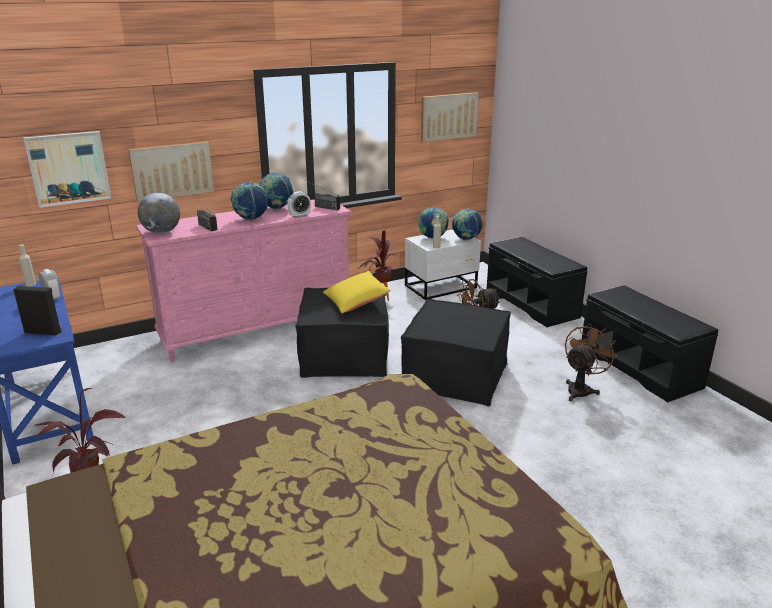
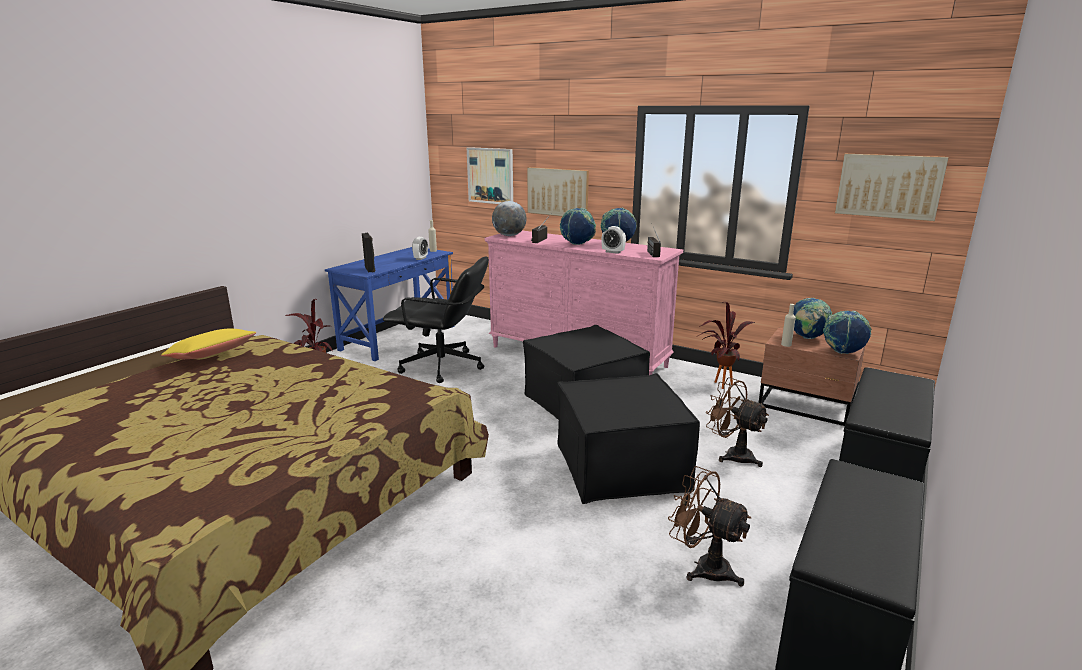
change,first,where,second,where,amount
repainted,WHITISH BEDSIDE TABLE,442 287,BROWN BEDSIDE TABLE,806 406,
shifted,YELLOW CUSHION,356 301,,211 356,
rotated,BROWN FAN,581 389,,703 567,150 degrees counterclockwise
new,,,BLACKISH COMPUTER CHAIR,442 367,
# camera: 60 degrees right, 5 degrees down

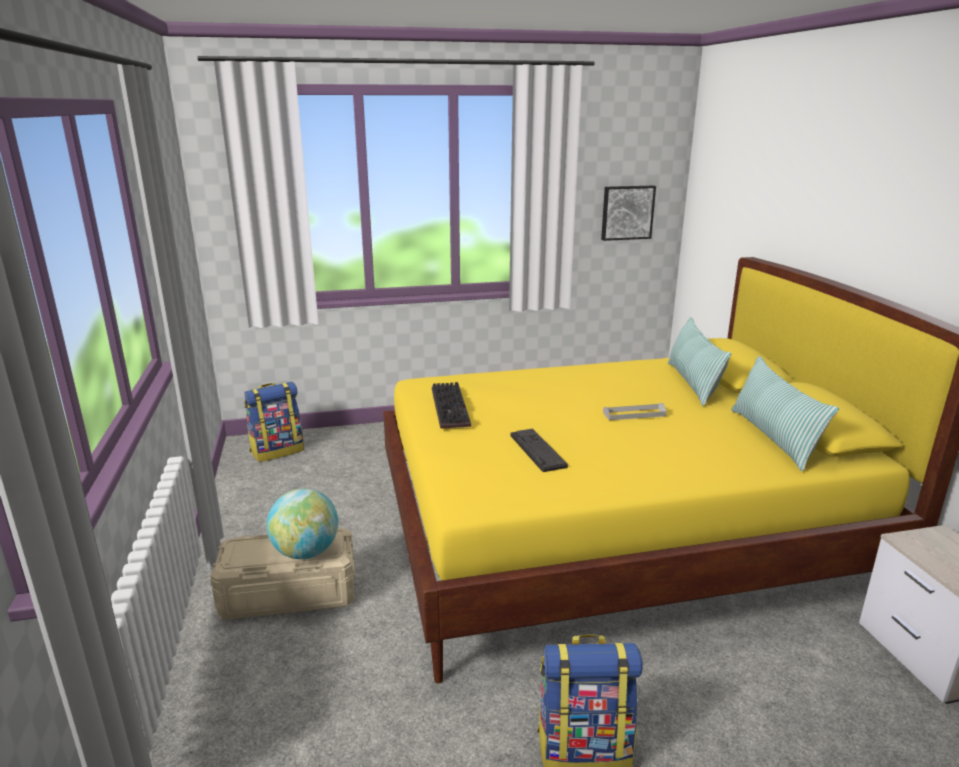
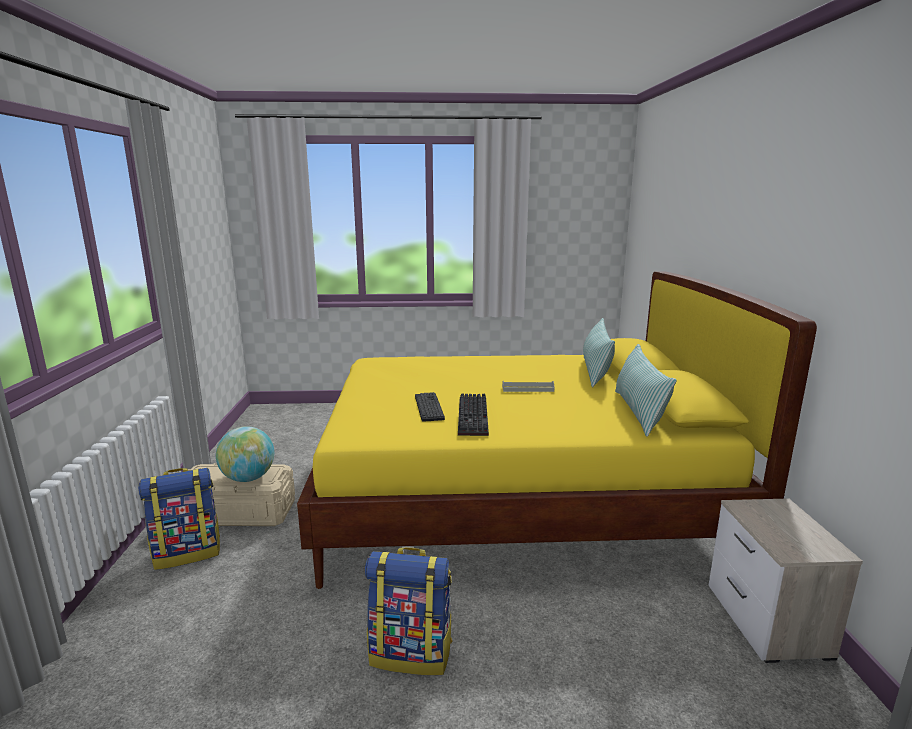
change,first,where,second,where,amount
gone,PICTURE,627 212,,,
shifted,RUCKSACK,277 451,,188 552,
shifted,COMPUTER KEYBOARD,452 407,,474 417,
# camera: 10 degrees right, 5 degrees down

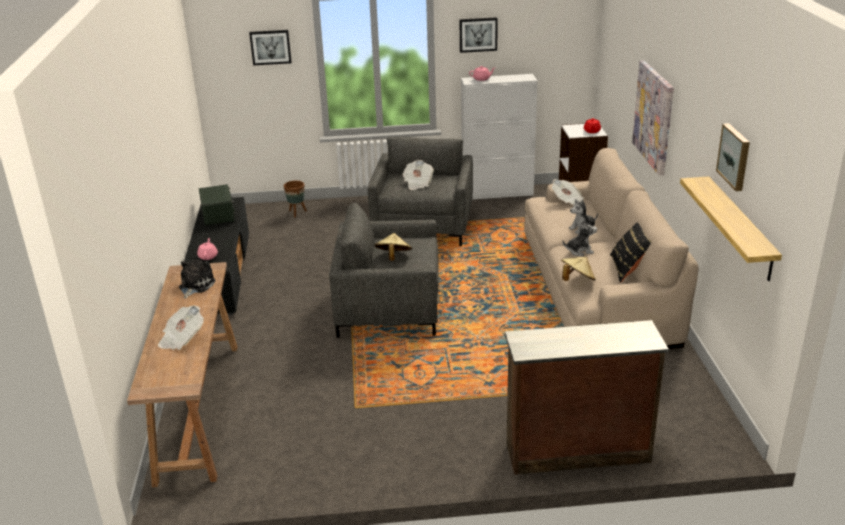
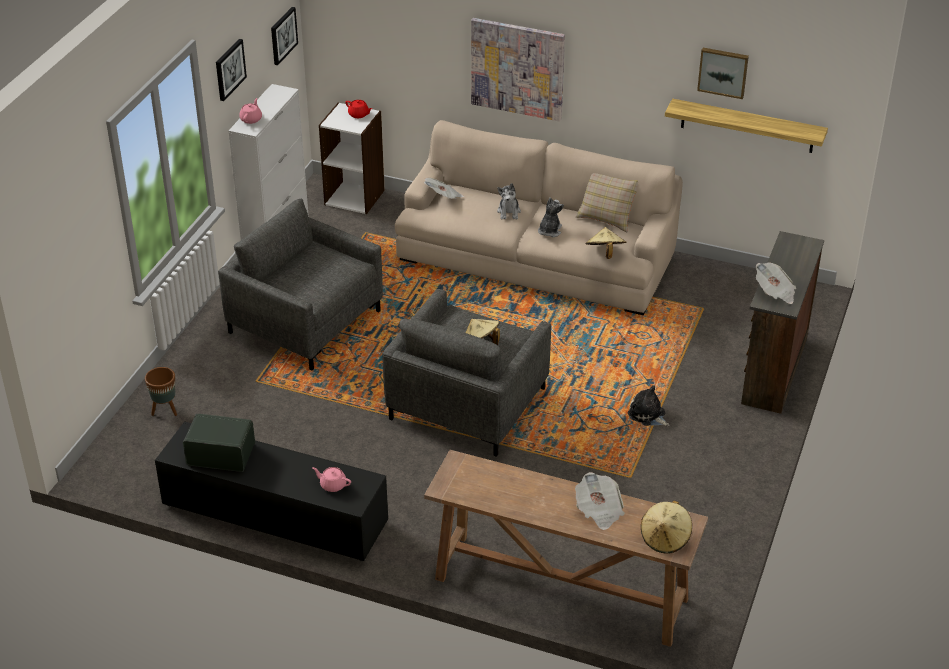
change,first,where,second,where,amount
shifted,PICTURE,270 47,,283 35,
shifted,DAILY PAPER,417 183,,775 292,
repainted,BLACKISH CUSHION,629 268,BEIGE CUSHION,607 217,
shifted,PLUSH TOY,195 286,,648 415,
new,,,BEIGE WEARABLE HAT,665 538,
# camera: 65 degrees left, 10 degrees up

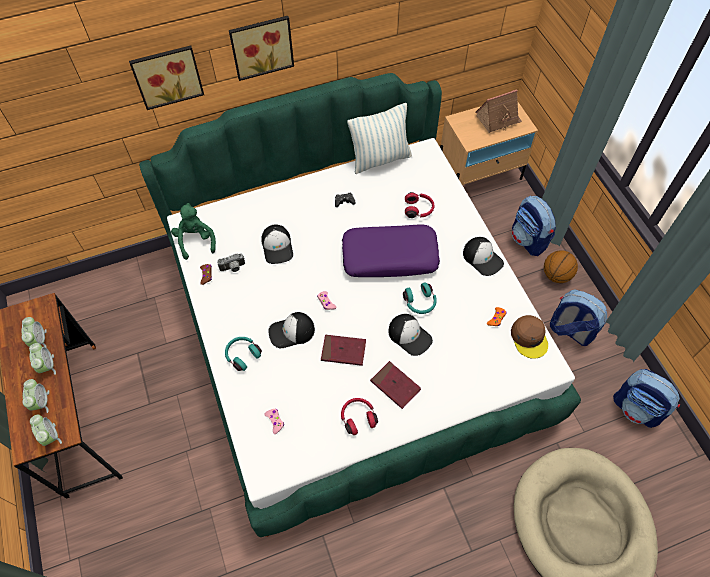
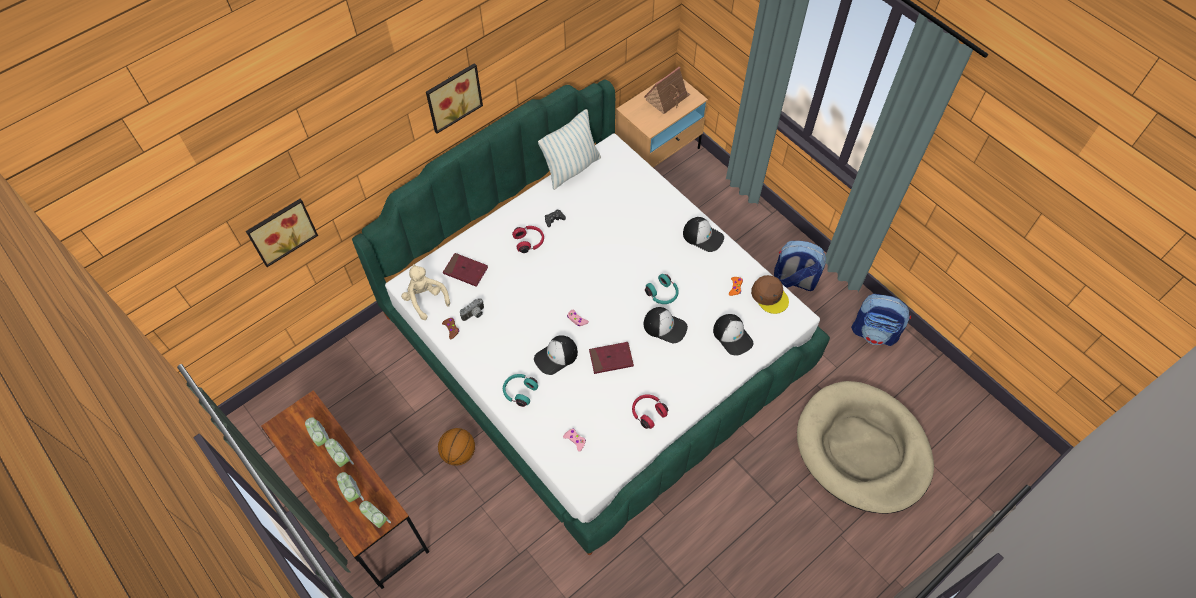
change,first,where,second,where,amount
shifted,PICTURE,167 75,,280 230,
shifted,REDDISH HEADPHONES,419 209,,529 242,
gone,RUCKSACK,528 240,,,
repainted,GREEN PLUSH TOY,196 240,BEIGE PLUSH TOY,425 299,
shifted,CAP,277 247,,733 336,
gone,PURPLE CUSHION,390 256,,,
shifted,BALL FOR BASKETBALL,556 275,,459 453,
shifted,REDDISH BOOK,395 385,,465 271,
# camera: 20 degrees left, 0 degrees up

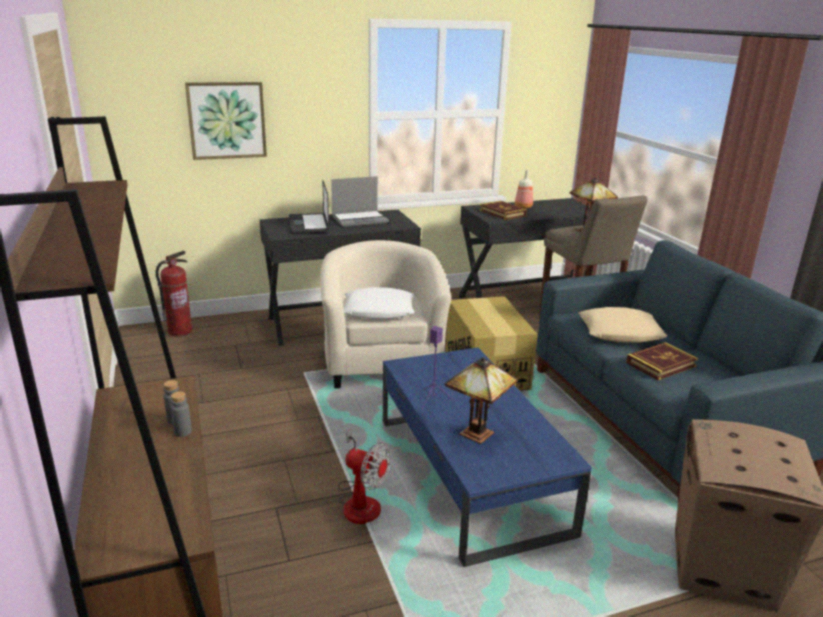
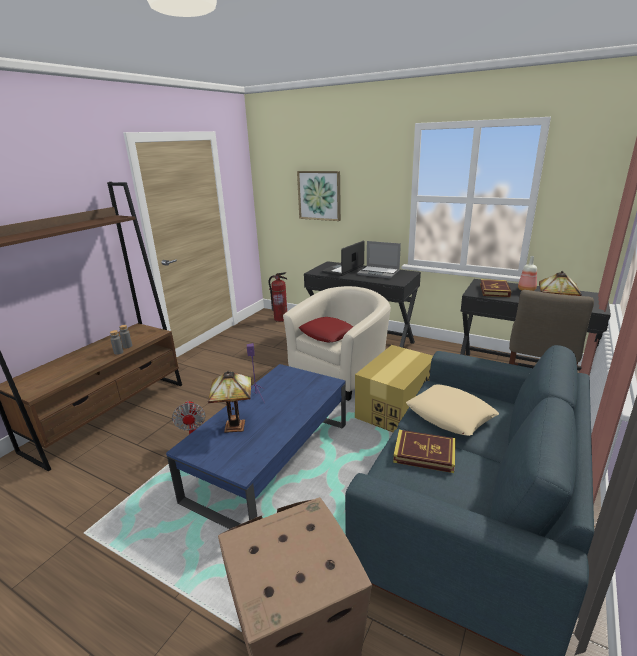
change,first,where,second,where,amount
repainted,WHITISH CUSHION,379 310,REDDISH CUSHION,328 334,
# camera: 50 degrees right, 0 degrees up

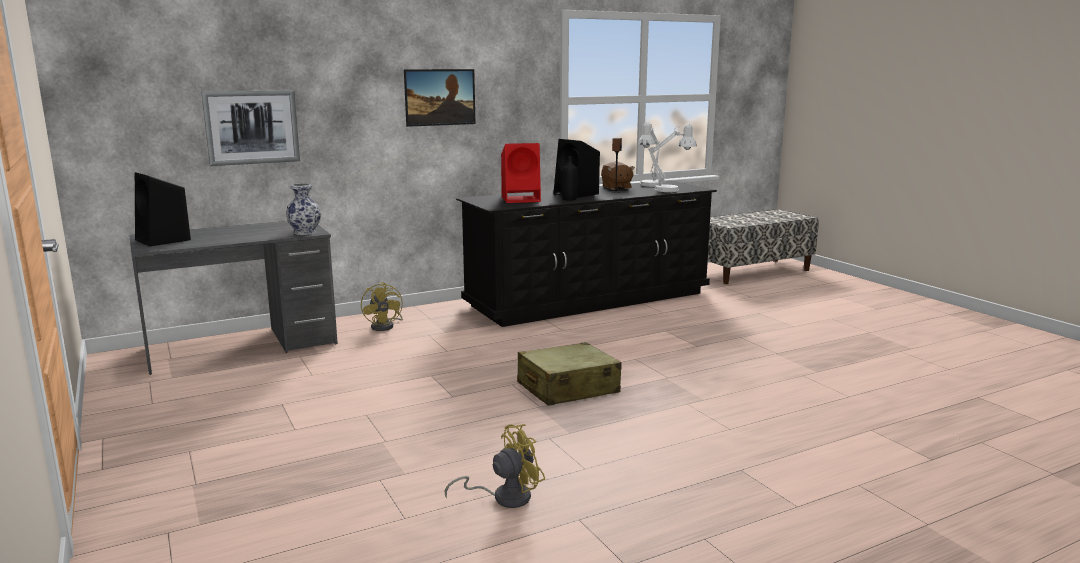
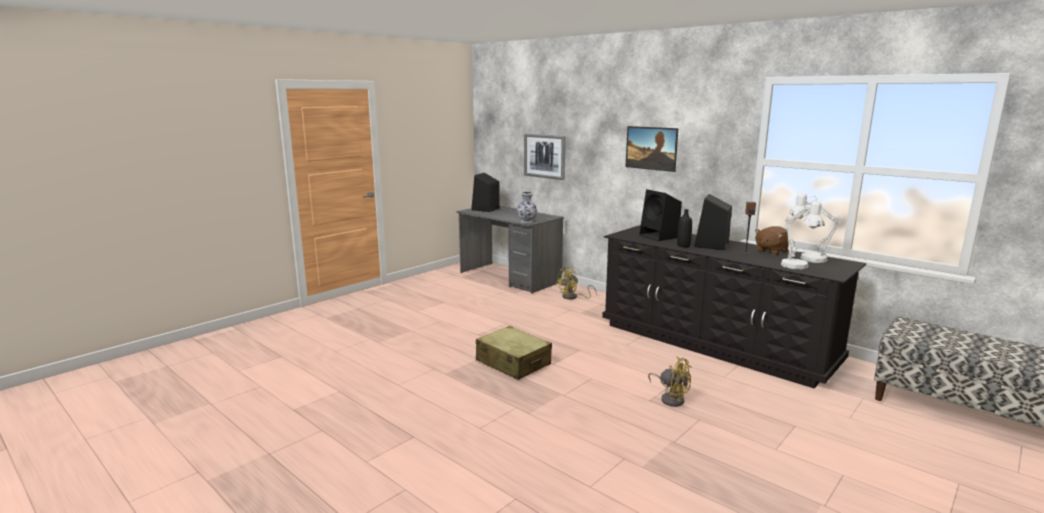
change,first,where,second,where,amount
repainted,REDDISH LOUDSPEAKER,522 199,BLACKISH LOUDSPEAKER,659 236,
shifted,YELLOW FAN,504 497,,671 398,
# camera: 70 degrees right, 0 degrees up

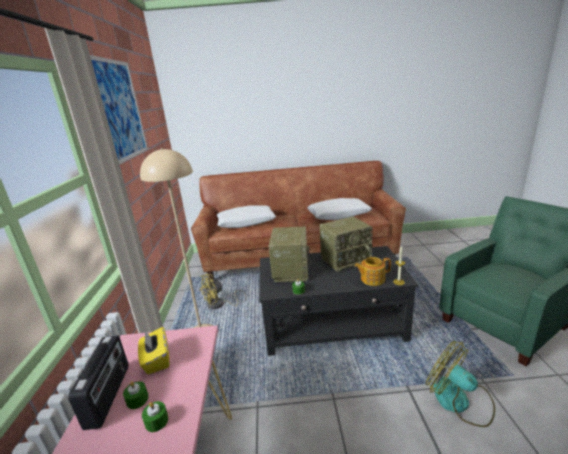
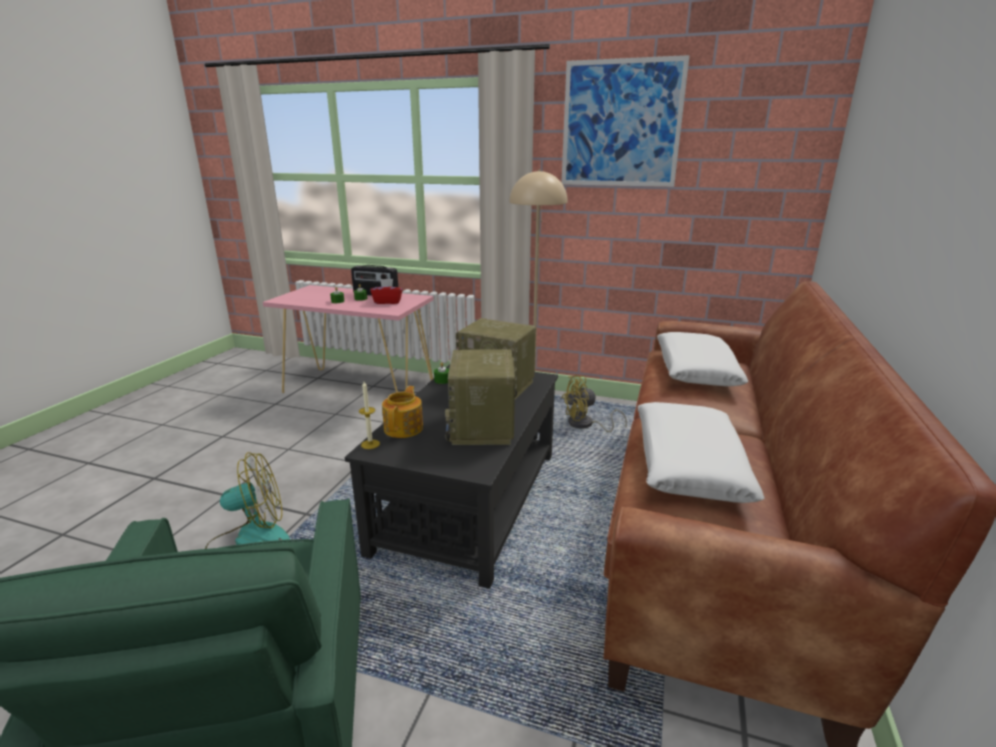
change,first,where,second,where,amount
rotated,YELLOW FAN,219 305,,585 425,90 degrees counterclockwise
repainted,YELLOW TISSUE BOX,156 360,REDDISH TISSUE BOX,387 302,
# camera: 110 degrees right, 0 degrees up

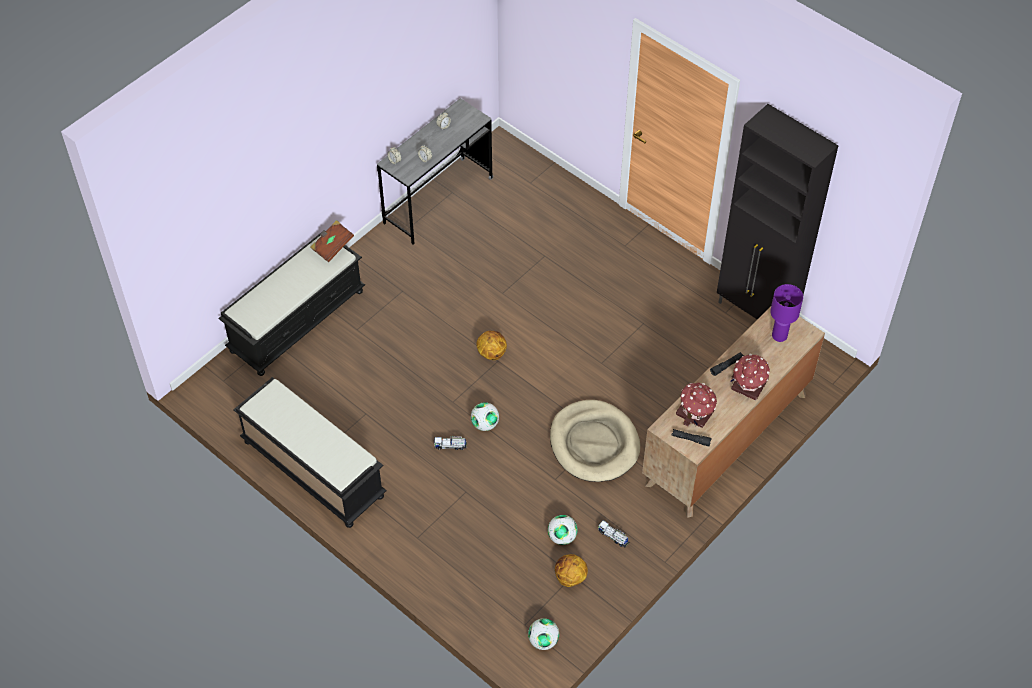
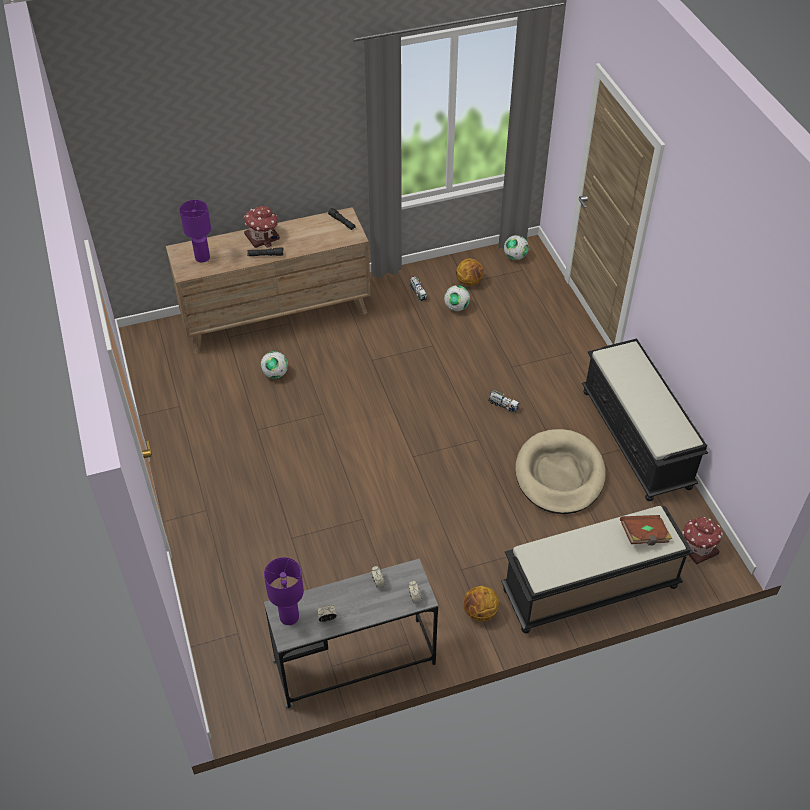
change,first,where,second,where,amount
gone,BLACKISH STORAGE CABINET,756 313,,,
shifted,BROWN BOOK,332 246,,644 535,
shifted,BALL FOR BASKETBALL,491 353,,480 612,
shifted,MODEL HOUSE,696 412,,697 547,
shifted,BEIGE PET BED,594 443,,559 475,
shifted,FOOTBALL BALL,485 424,,275 374,
new,,,PURPLE LAMP FOR A TABLE,289 616,
# camera: 150 degrees left, 5 degrees down

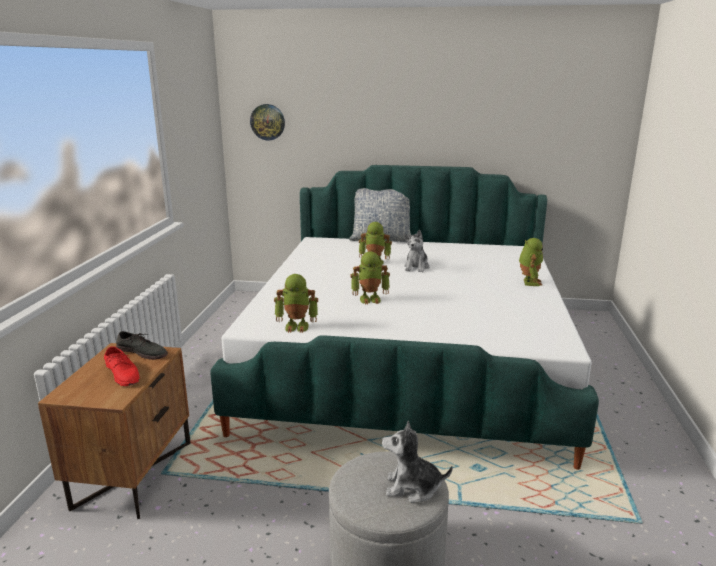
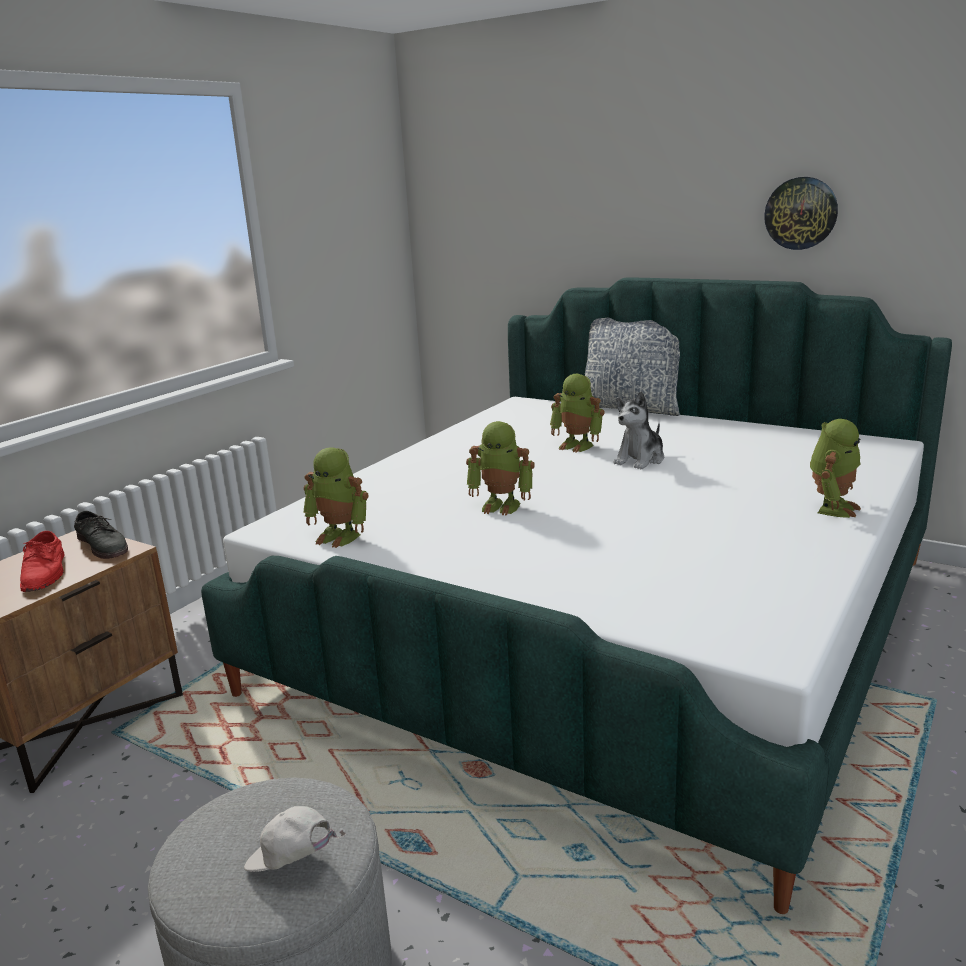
change,first,where,second,where,amount
shifted,HANGING CLOCK,267 122,,801 213,
swapped,PLUSH TOY,412 487,WHITISH CAP,293 864,
# camera: 25 degrees right, 0 degrees up

